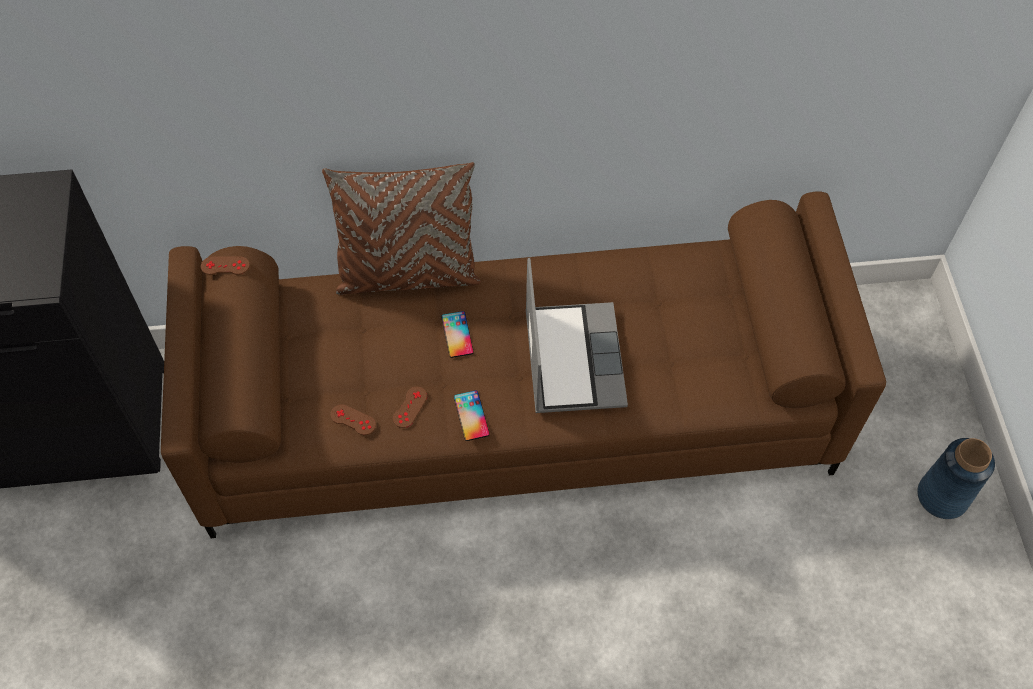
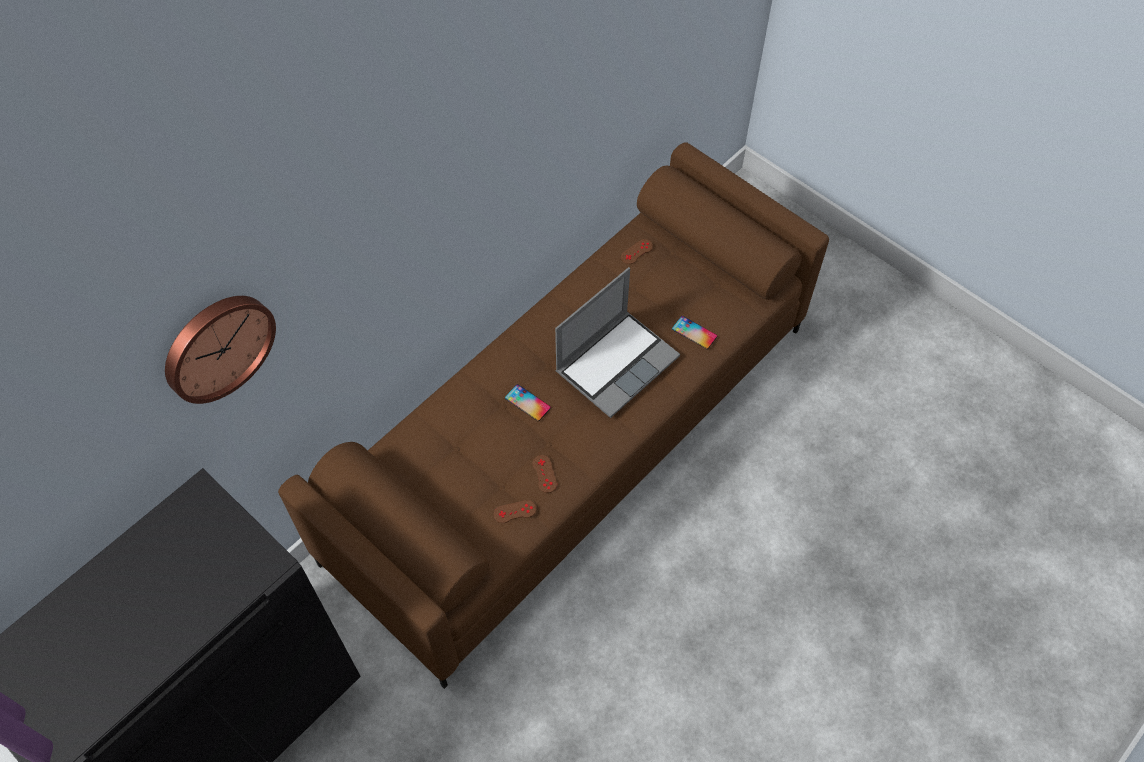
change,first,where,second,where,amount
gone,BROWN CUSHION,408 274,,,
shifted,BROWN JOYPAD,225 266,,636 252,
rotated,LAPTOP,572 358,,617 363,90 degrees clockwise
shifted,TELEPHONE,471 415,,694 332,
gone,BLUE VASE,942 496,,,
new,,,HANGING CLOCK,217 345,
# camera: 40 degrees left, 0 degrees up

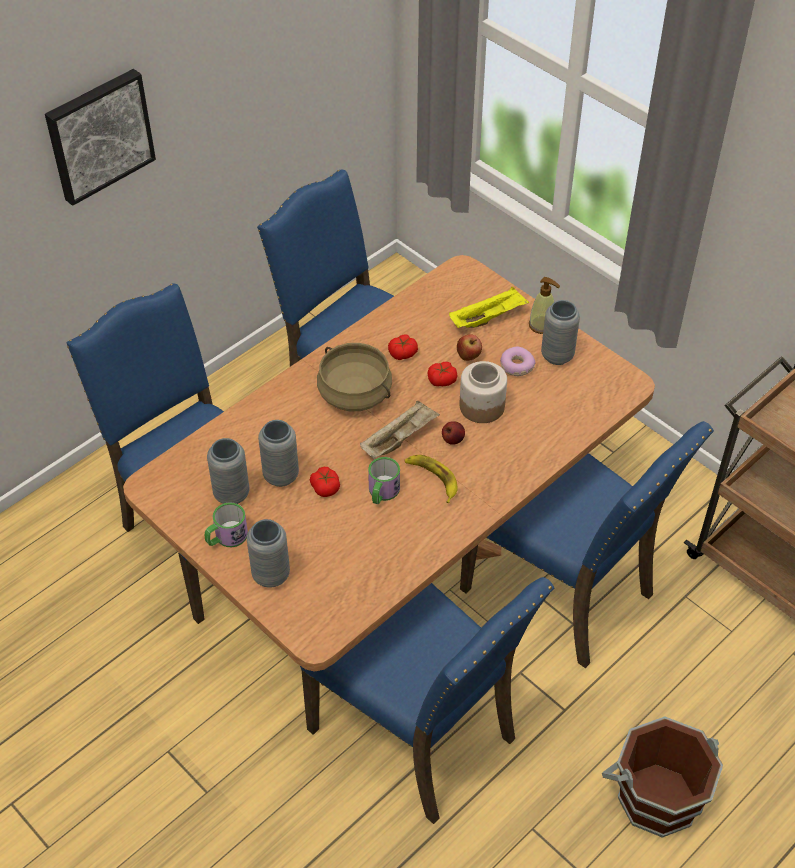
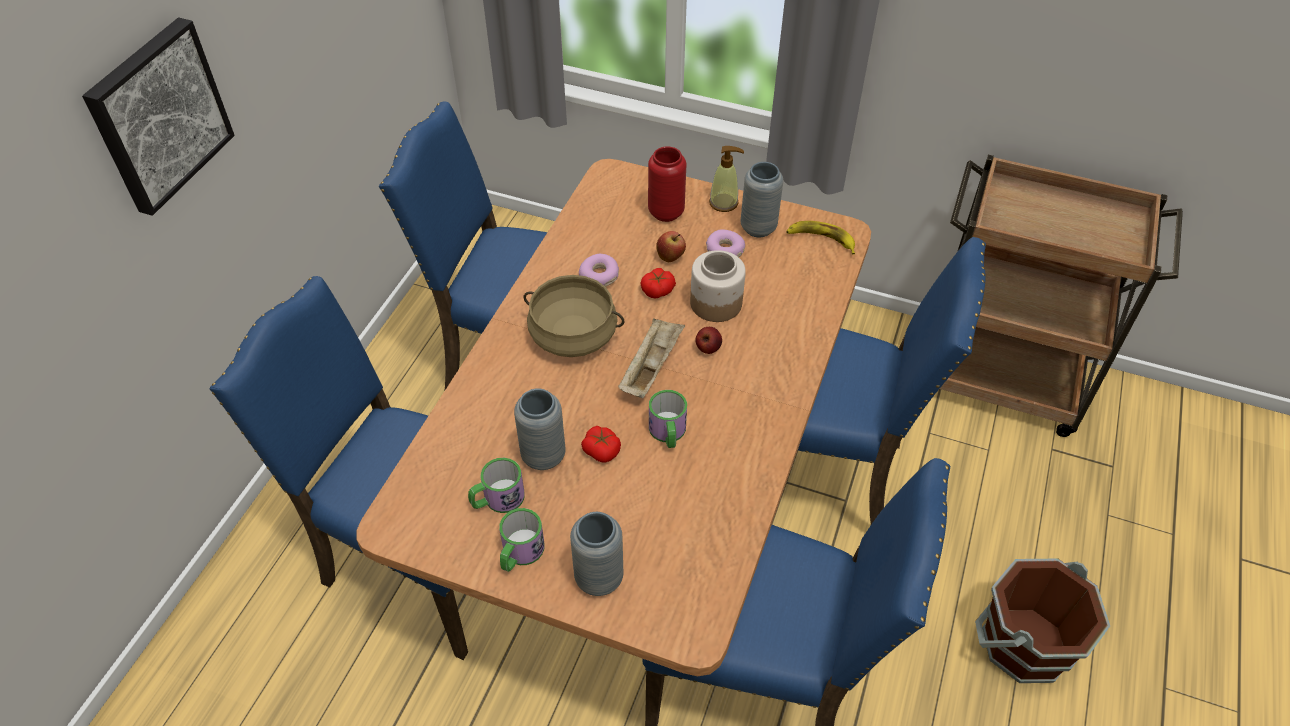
change,first,where,second,where,amount
swapped,YELLOW CARRYING TRAY,488 318,REDDISH VASE,666 212,
swapped,FRESH TOMATO,403 353,DOUGHNUT,599 276,
swapped,GRAY VASE,231 494,TEA MUG,497 499,
shifted,WHOLE BANANA,432 478,,821 239,
# camera: 25 degrees left, 0 degrees up

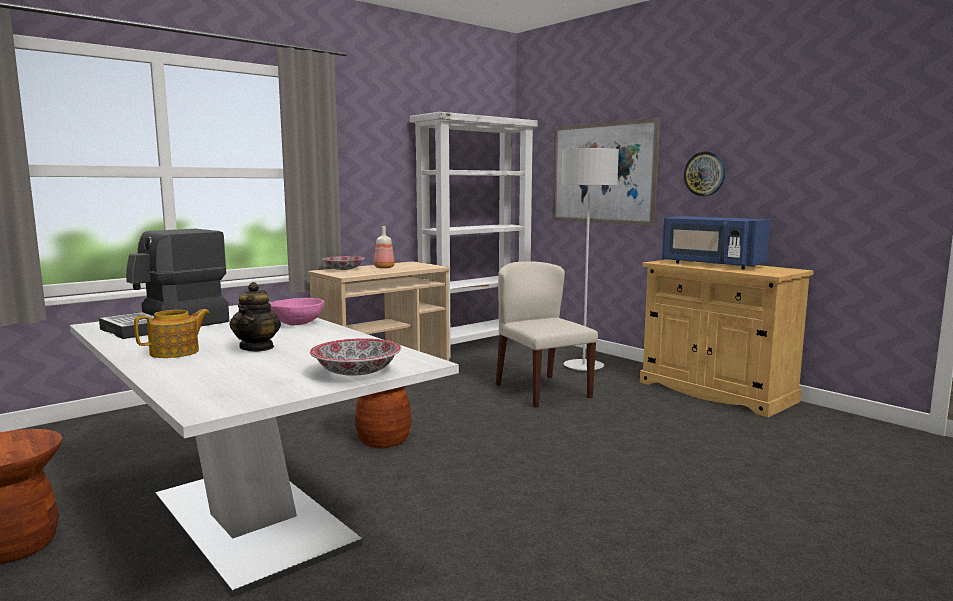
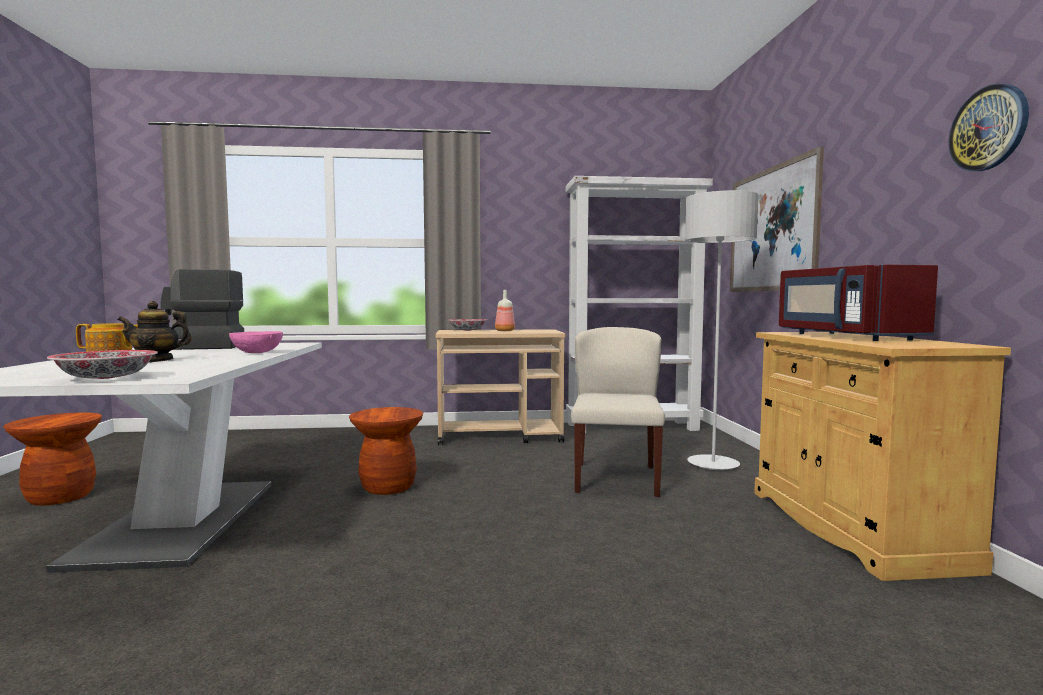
change,first,where,second,where,amount
shifted,HANGING CLOCK,704 174,,988 128,
repainted,BLUE KITCHEN MICROWAVE,711 265,REDDISH KITCHEN MICROWAVE,844 336,
rotated,POT FOR TEA,257 347,,156 360,45 degrees clockwise
# camera: 35 degrees right, 5 degrees down

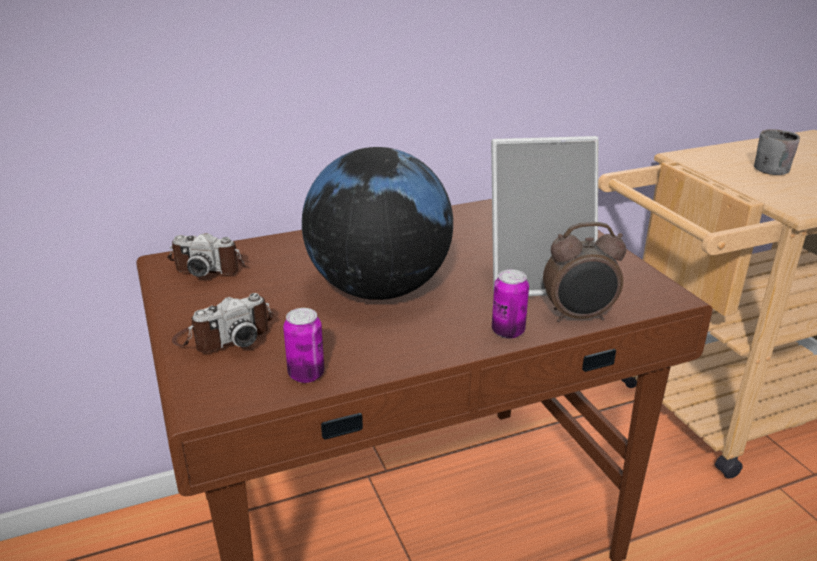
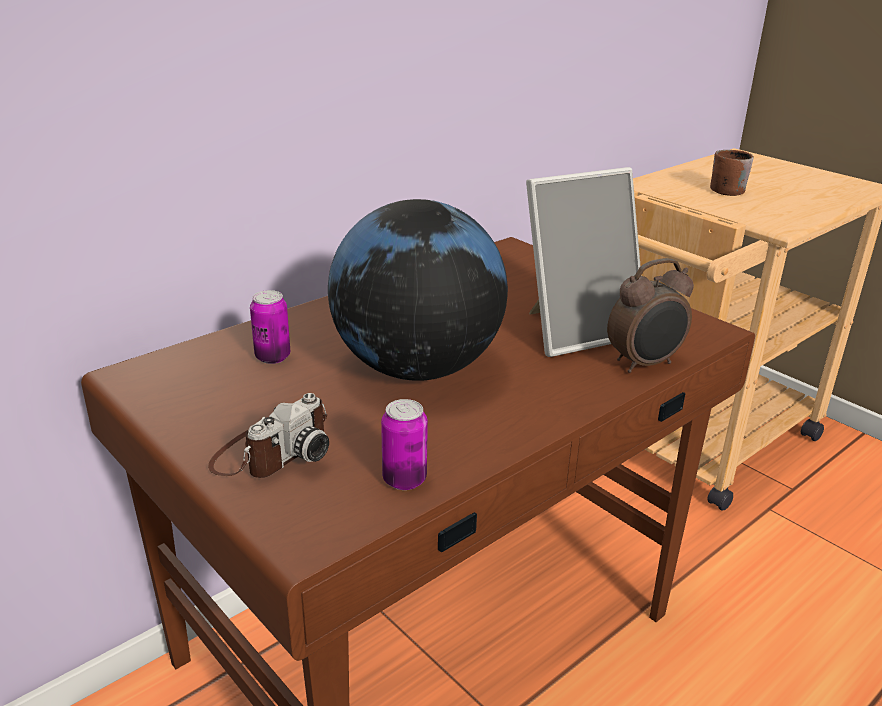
change,first,where,second,where,amount
repainted,GRAY TEA MUG,767 167,BROWN TEA MUG,722 188,
gone,STILL CAMERA,210 265,,,
shifted,METAL CAN,508 331,,272 357,
# camera: 20 degrees left, 0 degrees up

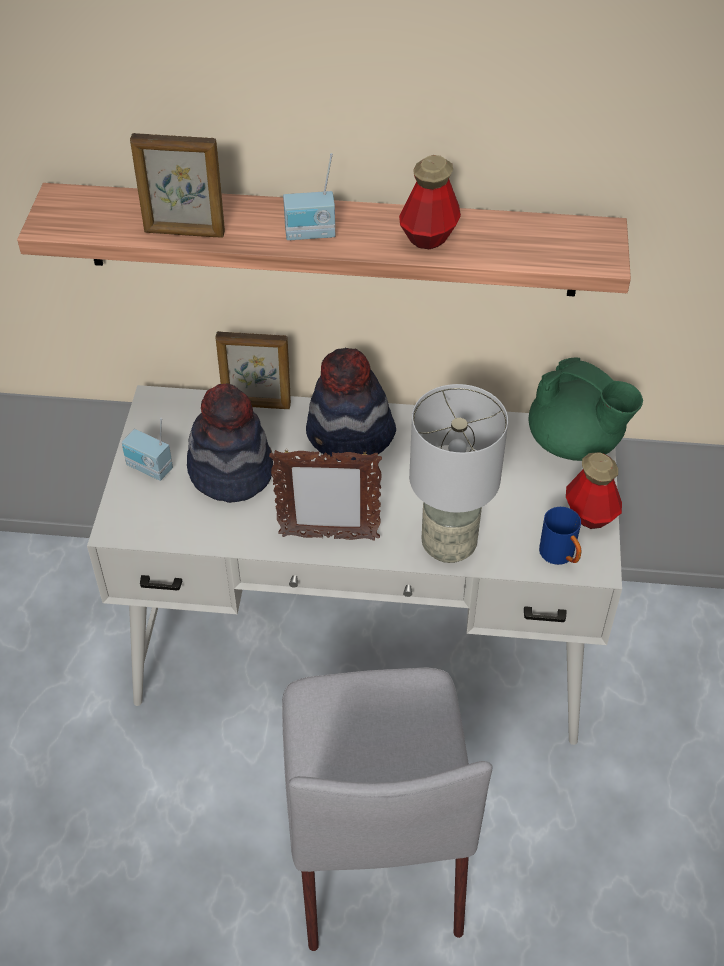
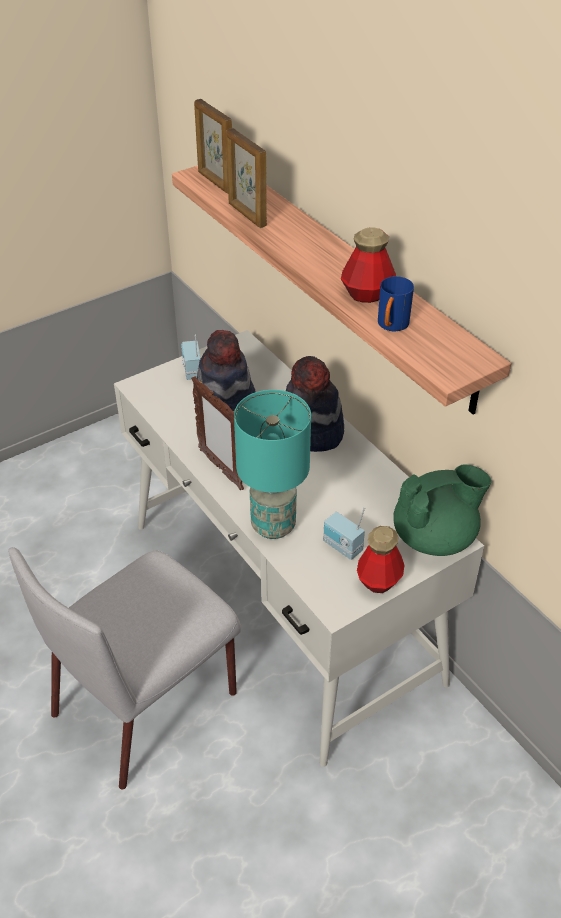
change,first,where,second,where,amount
shifted,RADIO SET,310 235,,342 547,
shifted,STANDING FRAME,257 405,,215 182,
rotated,GREEN POT FOR TEA,575 443,,435 537,105 degrees counterclockwise
repainted,GRAY LAMP FOR A TABLE,449 546,BLUE-GREEN LAMP FOR A TABLE,273 526,
shifted,BLUE TEA MUG,561 556,,391 326,
# camera: 50 degrees right, 5 degrees down

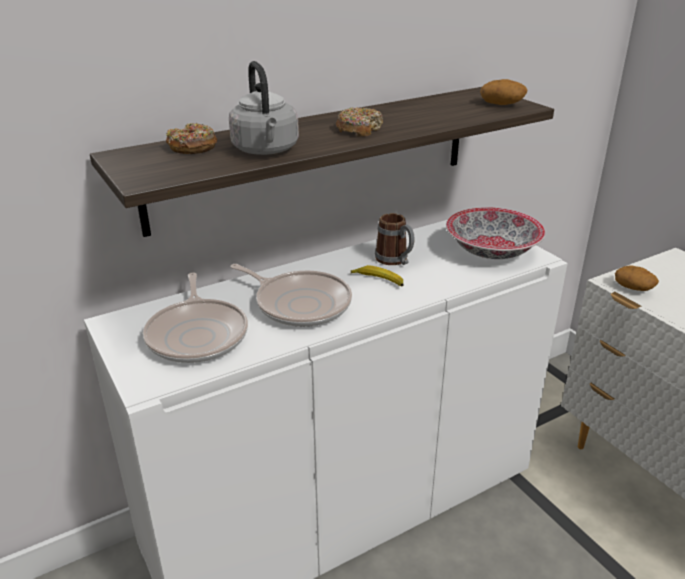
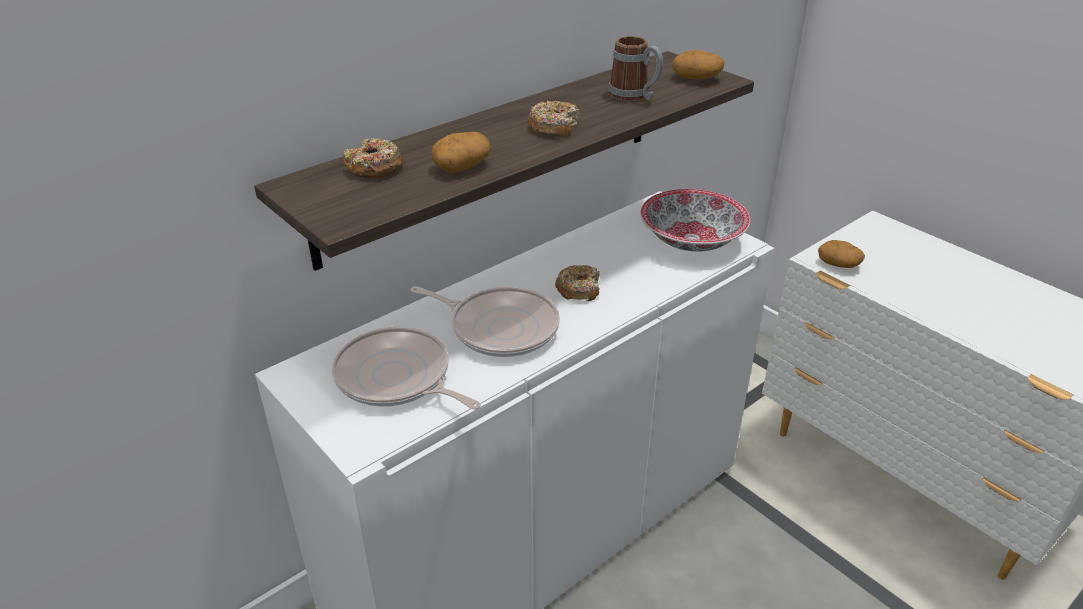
change,first,where,second,where,amount
swapped,GRAY TEA KETTLE,266 151,WHOLE POTATO,462 166,
shifted,TEA MUG,395 261,,635 96,
swapped,WHOLE BANANA,378 280,DOUGHNUT,578 289,
rotated,PAN,198 334,,397 378,150 degrees clockwise
# camera: 10 degrees left, 5 degrees up

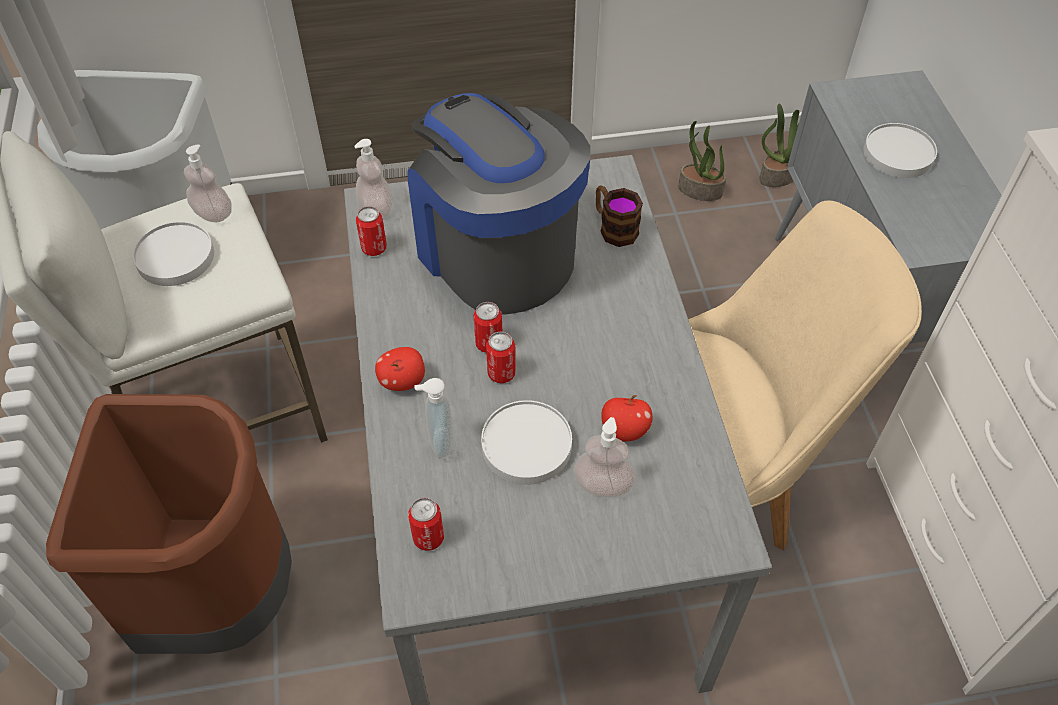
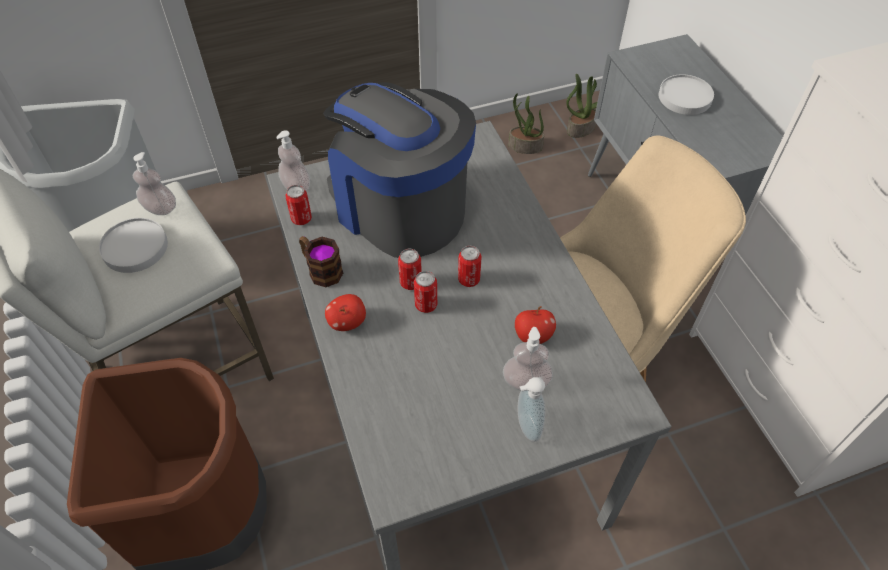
change,first,where,second,where,amount
shifted,TEA MUG,613 227,,321 269,
shifted,LIQUID SOAP BOTTLE,438 442,,525 427,
gone,WHITISH DINNER PLATE,527 444,,,
shifted,METAL CAN,428 538,,469 279,
# camera: 10 degrees left, 0 degrees up

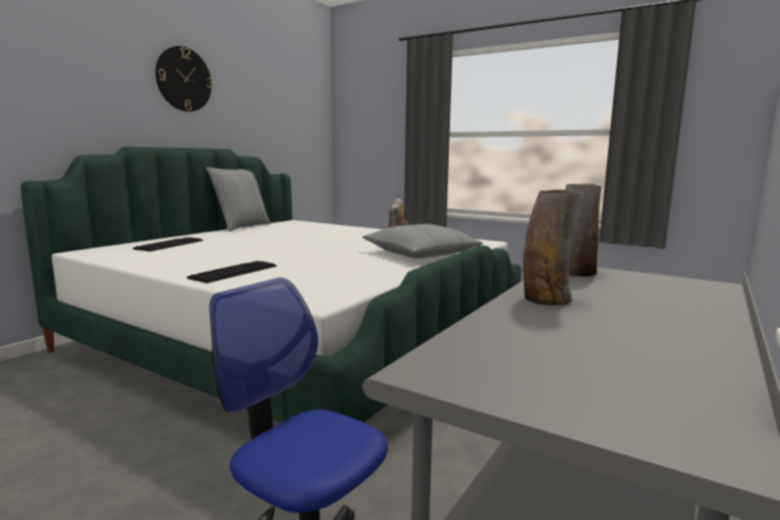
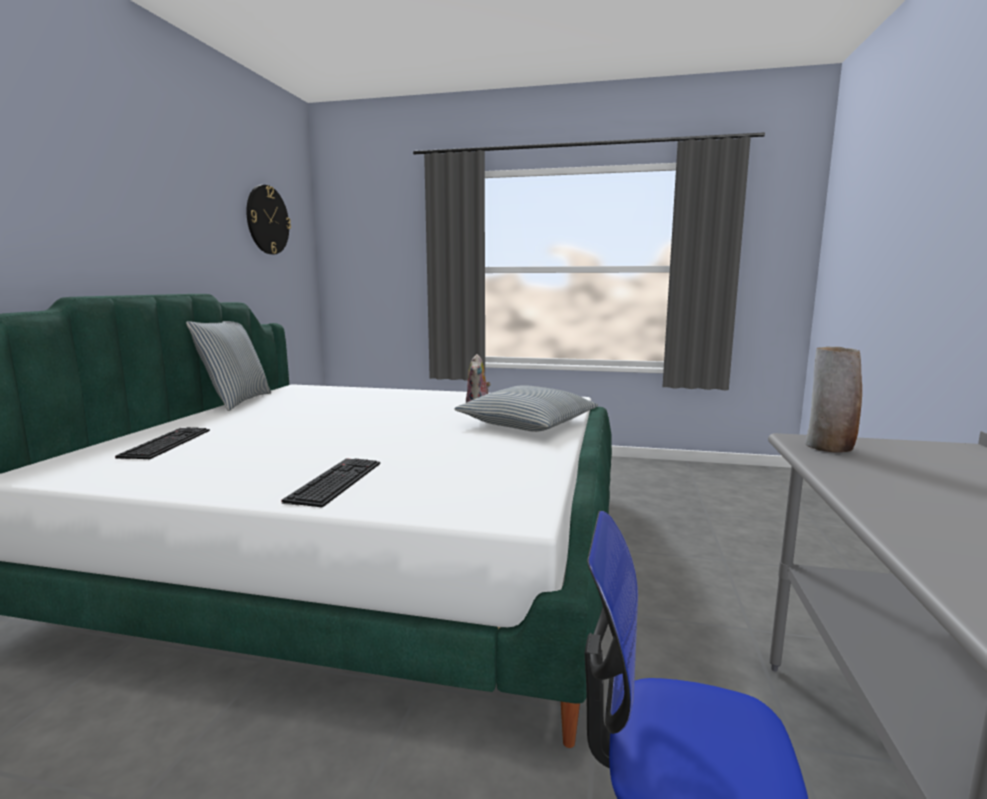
change,first,where,second,where,amount
shifted,HANGING CLOCK,184 79,,267 220,
gone,VASE,546 299,,,
# camera: 20 degrees left, 0 degrees up

